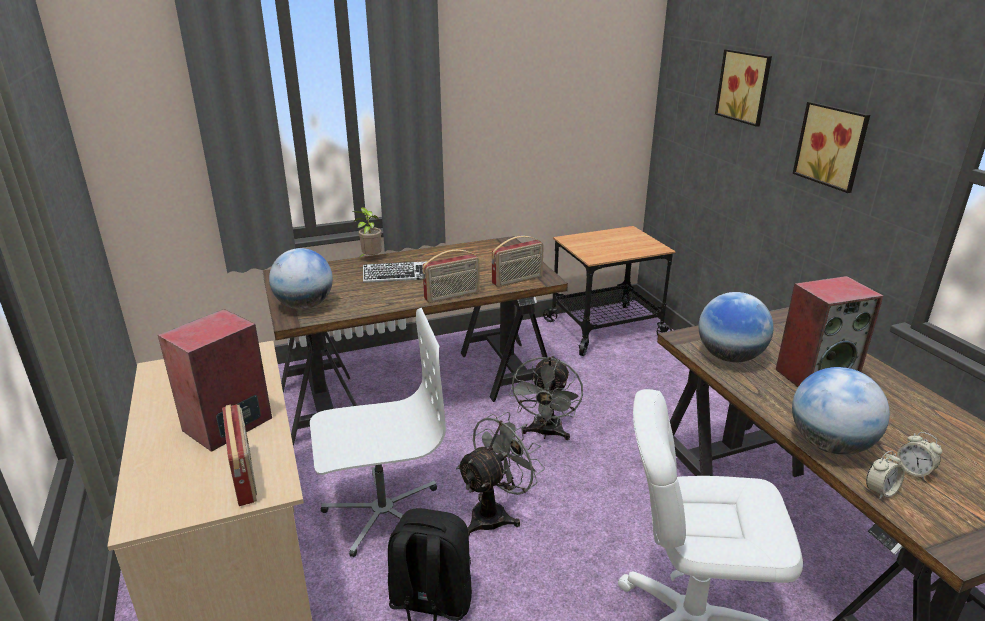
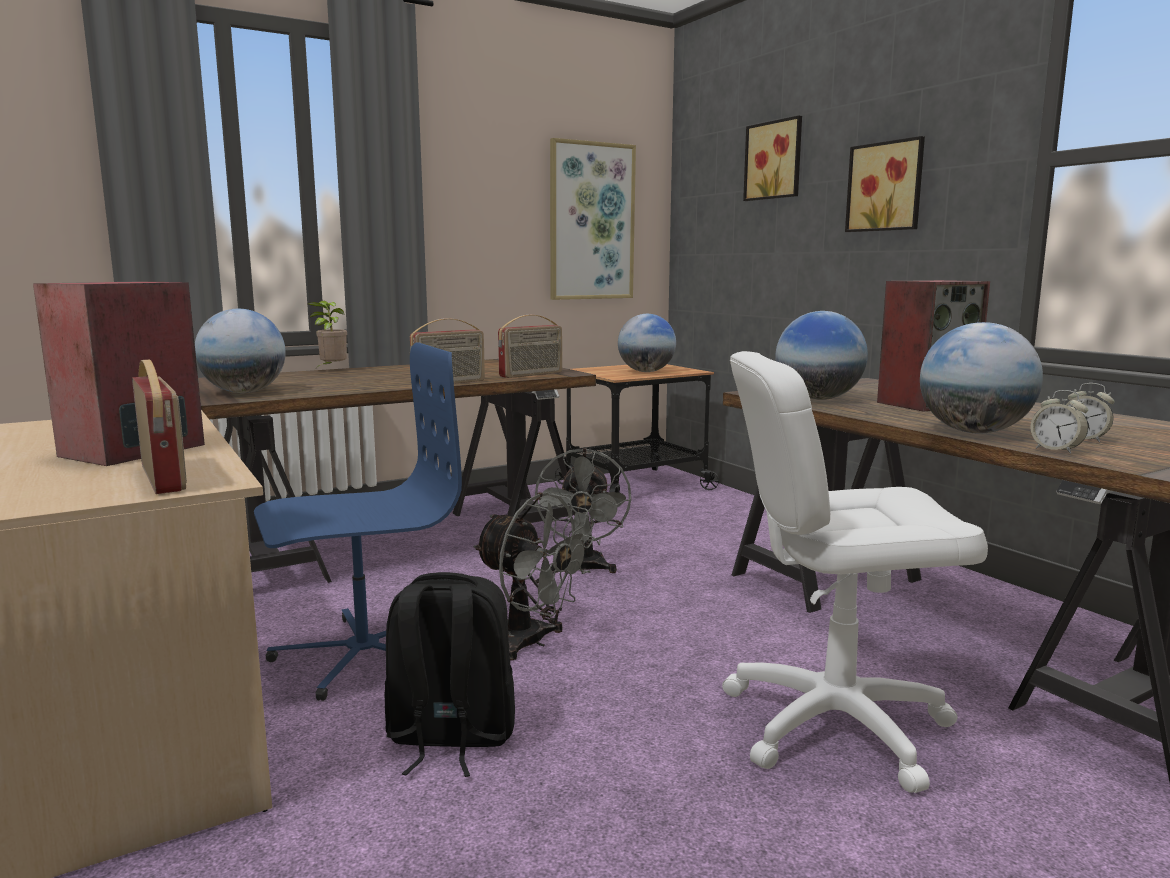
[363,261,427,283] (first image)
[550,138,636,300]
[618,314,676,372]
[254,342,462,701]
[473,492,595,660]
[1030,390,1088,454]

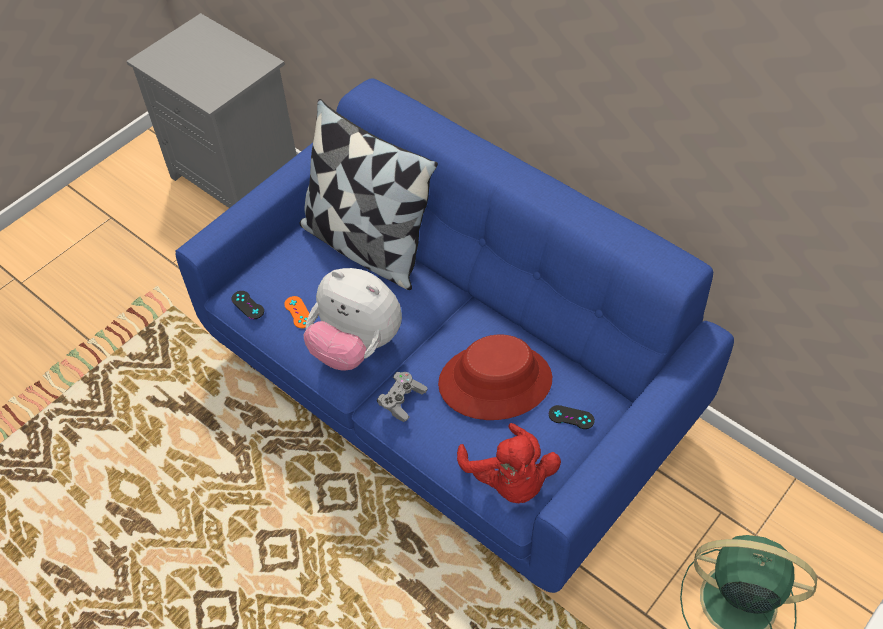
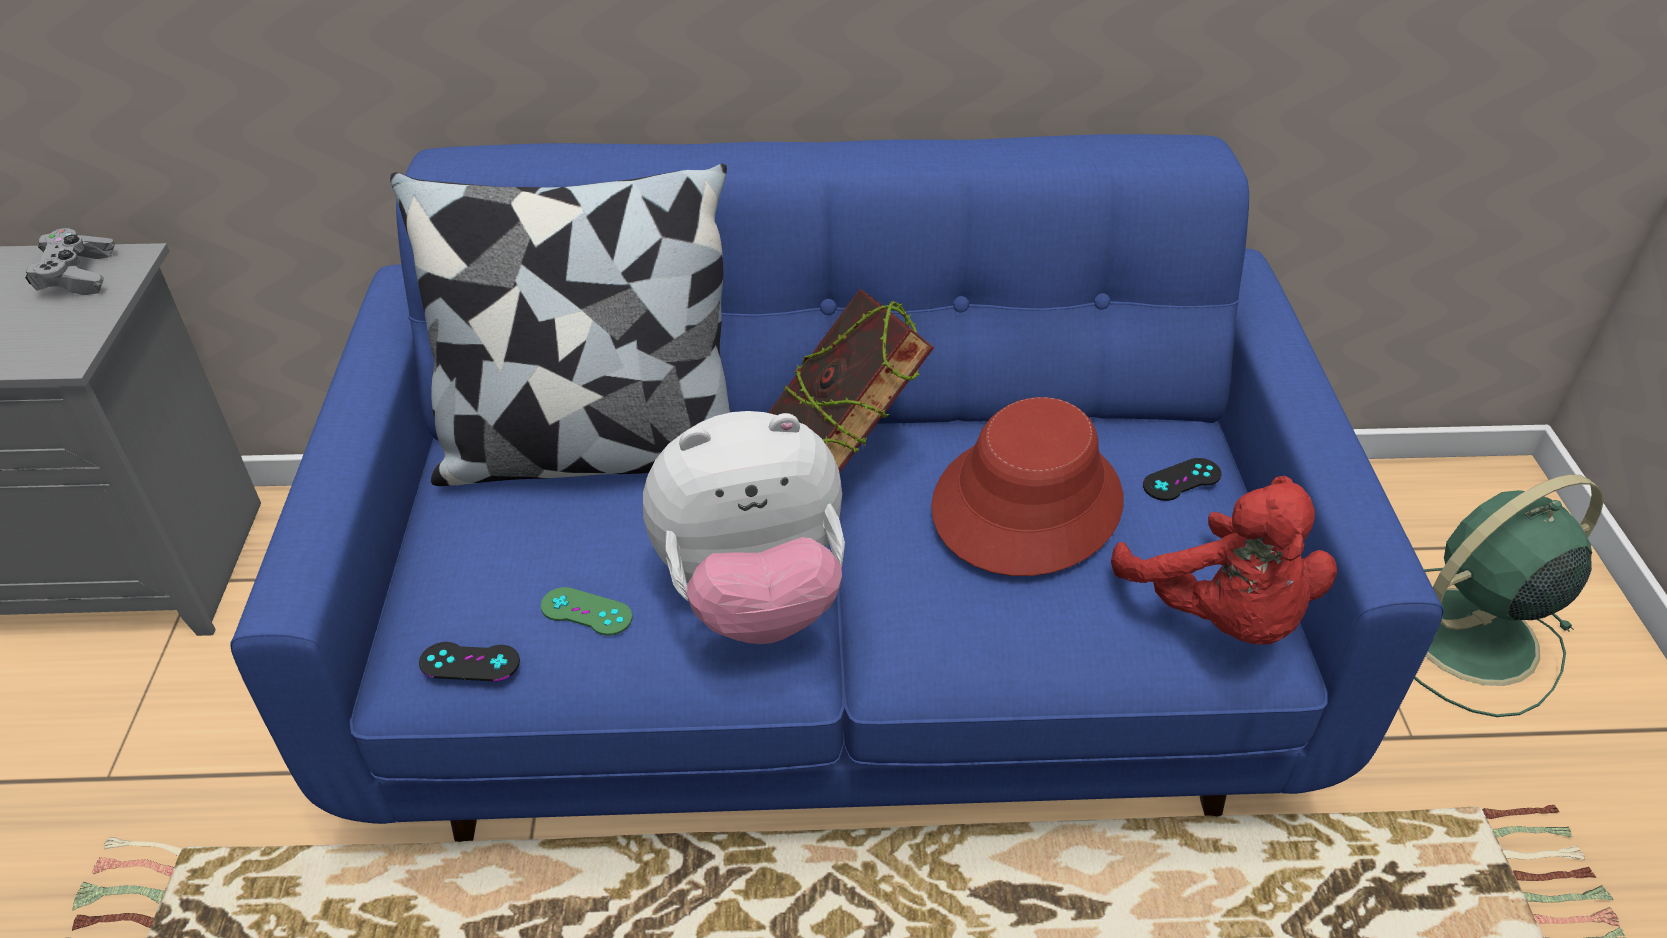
[768,289,934,473]
[25,228,115,295]
[541,587,632,636]
[1111,476,1337,645]

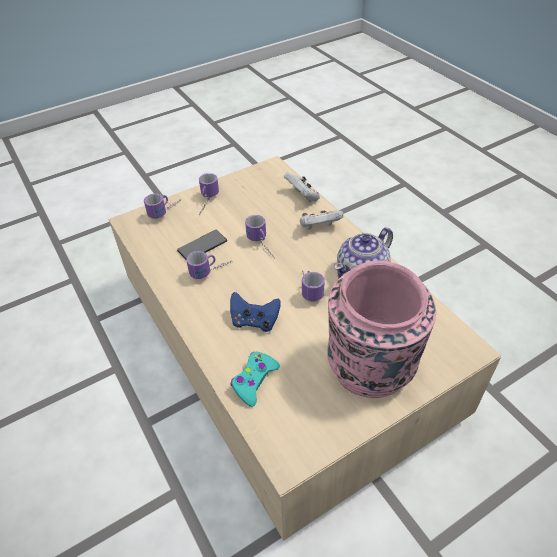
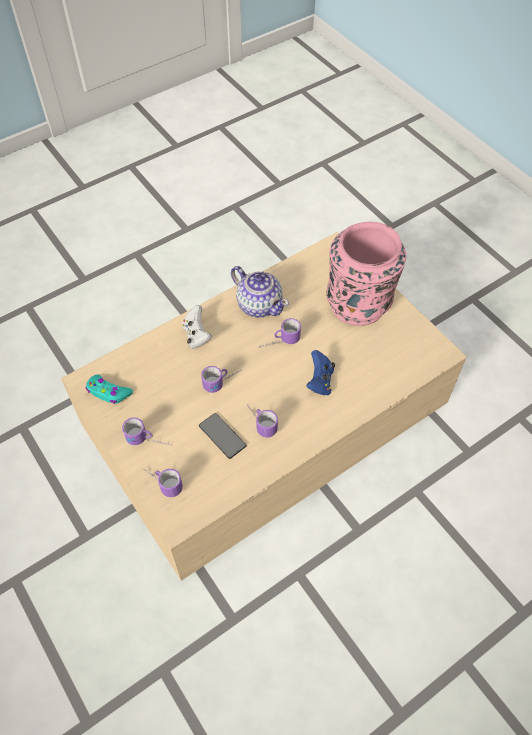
[284,172,320,202] (first image)
[85,375,133,404]

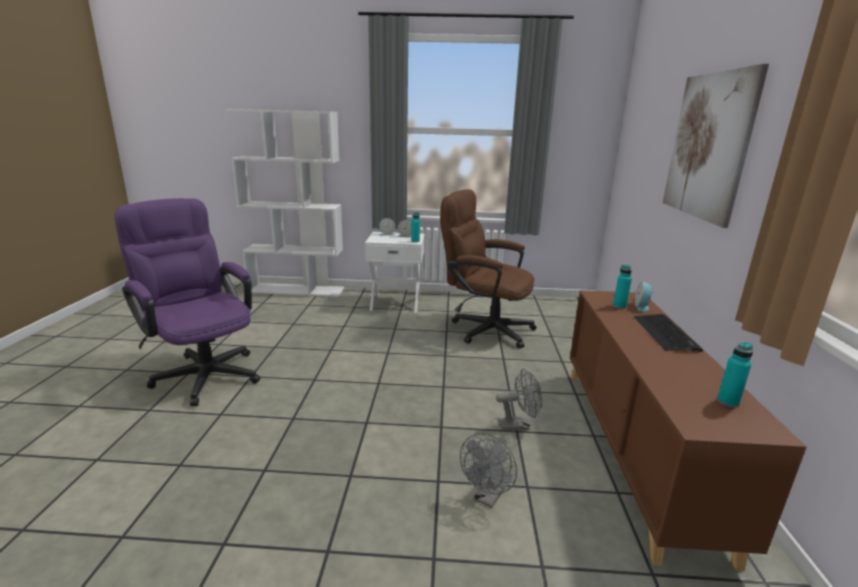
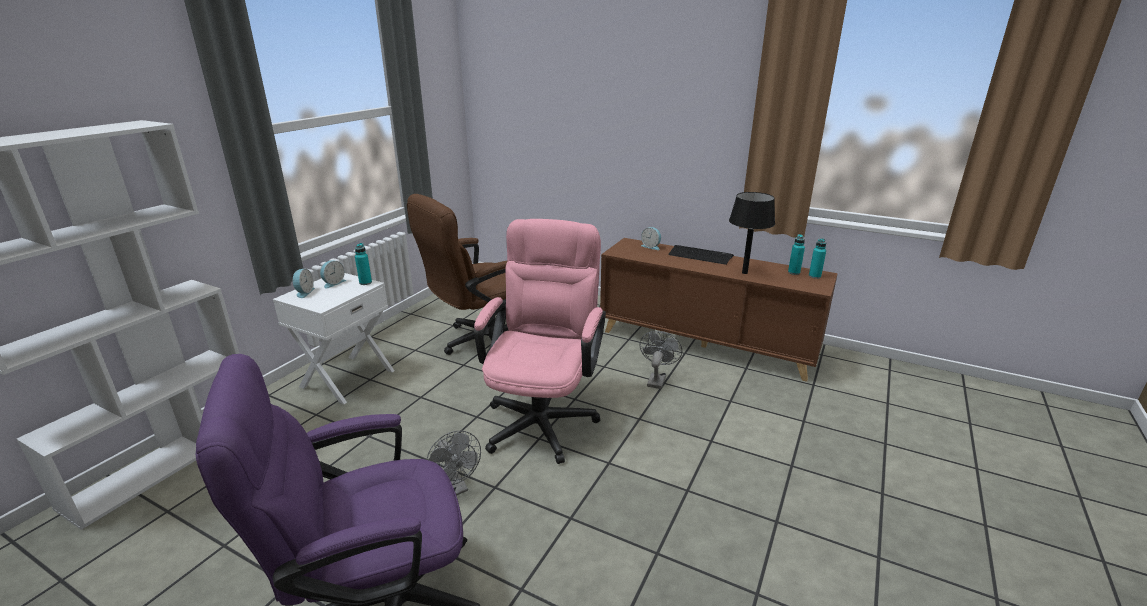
[663,64,769,228] (first image)
[474,219,606,464]
[729,192,775,274]
[426,431,481,496]
[809,238,826,279]

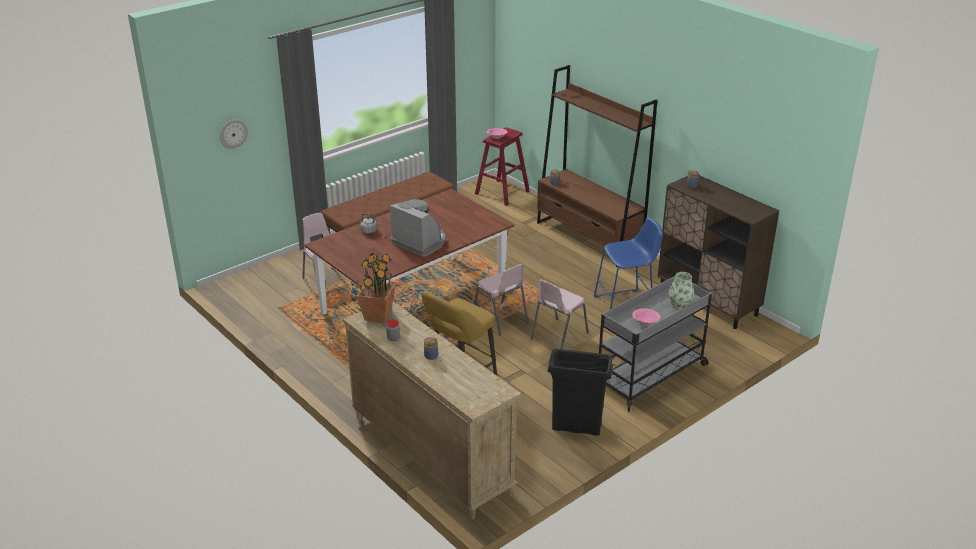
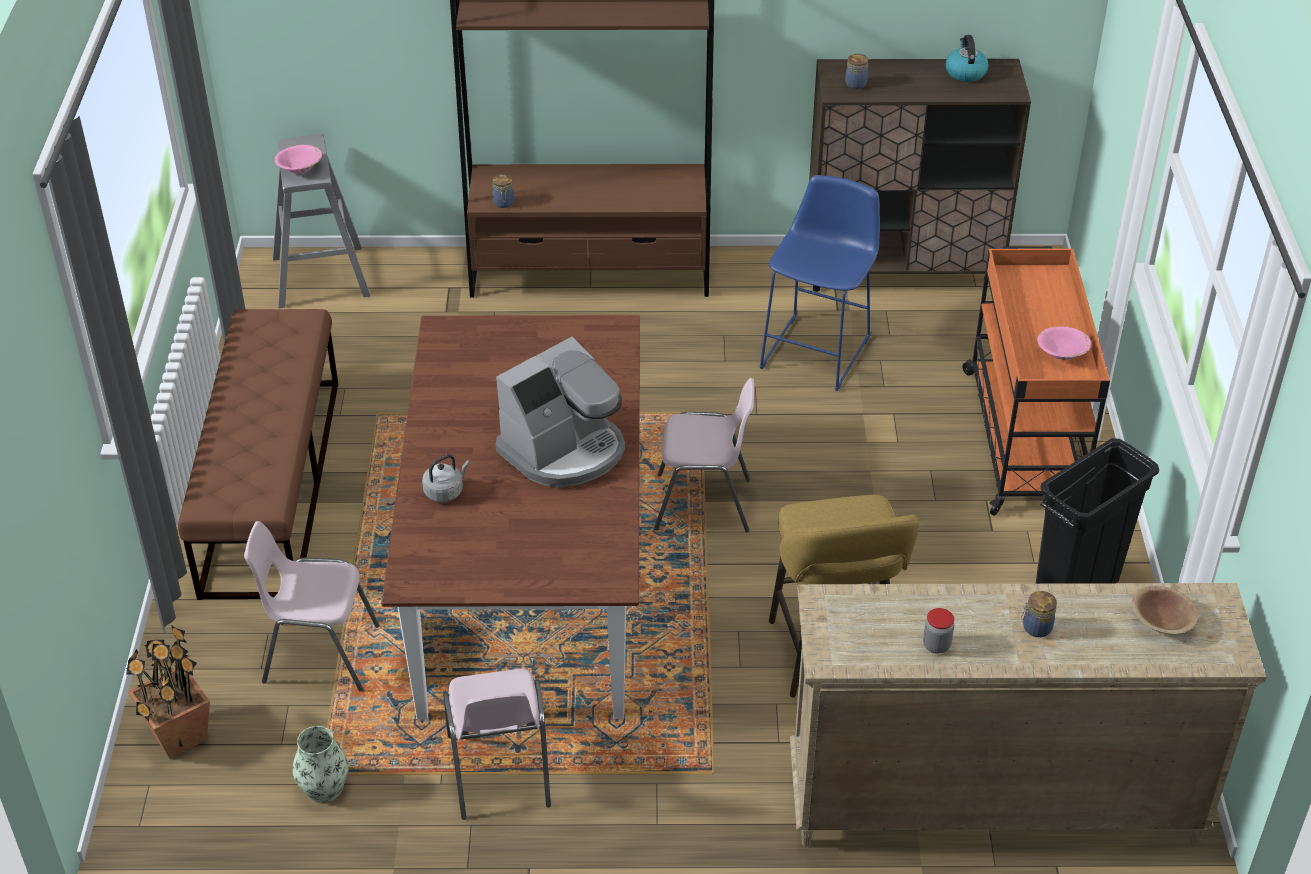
[220,119,248,149] (first image)
[946,35,989,82]
[1132,586,1198,635]
[126,625,210,759]
[443,669,551,820]
[292,726,349,803]
[273,134,370,308]
[962,246,1110,516]
[495,337,625,487]

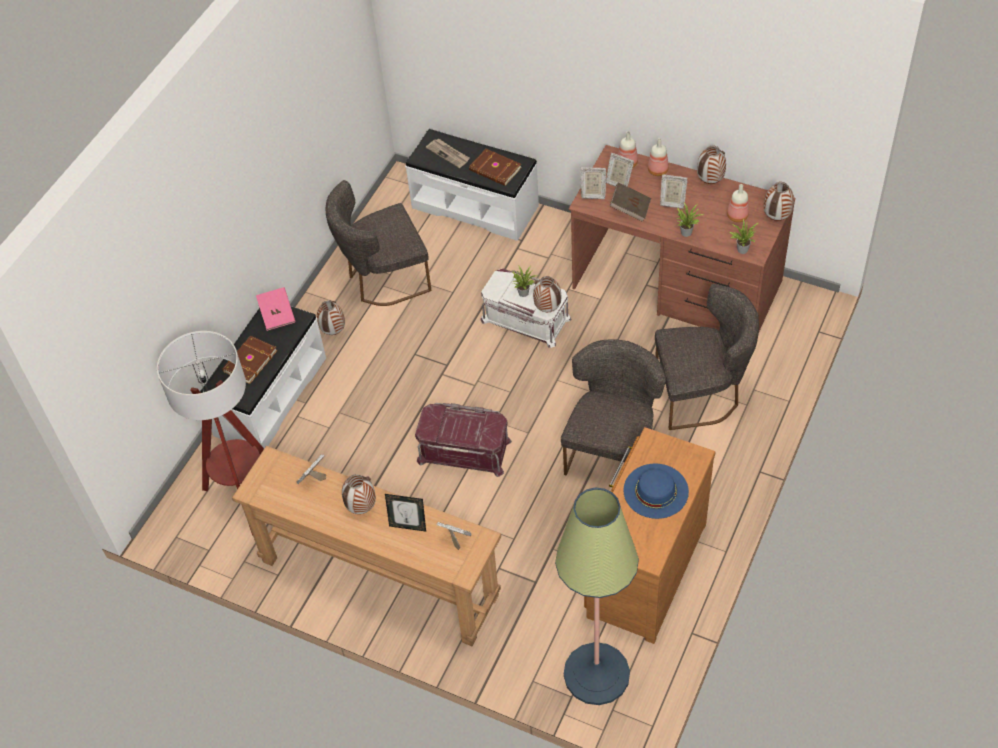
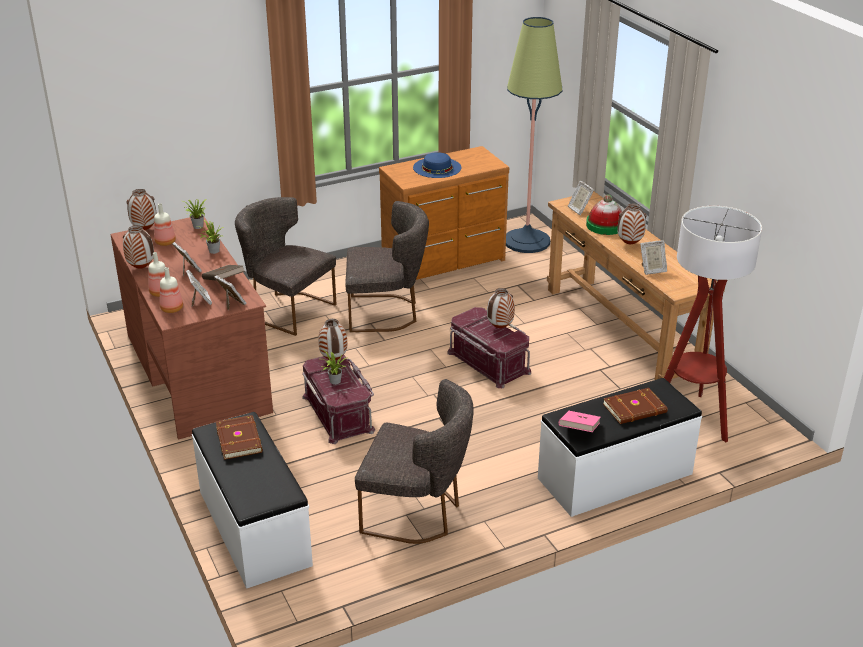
[426,138,470,168] (first image)
[487,288,515,328]
[586,194,622,235]
[302,355,375,444]
[345,201,429,332]

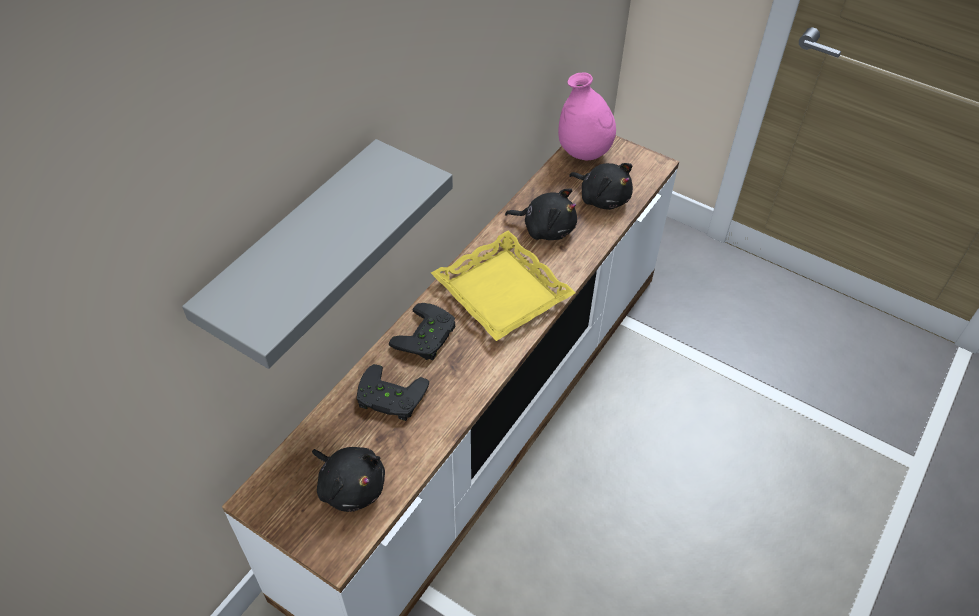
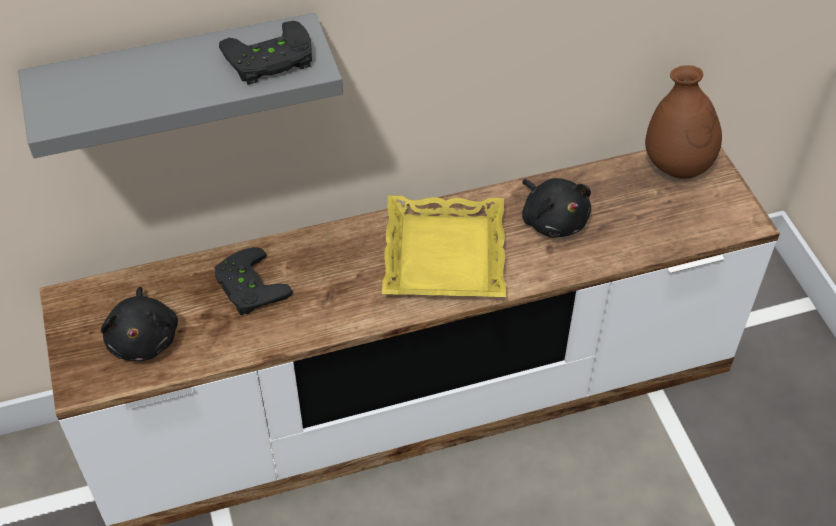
[569,163,633,210] (first image)
[219,21,312,85]
[645,65,722,179]

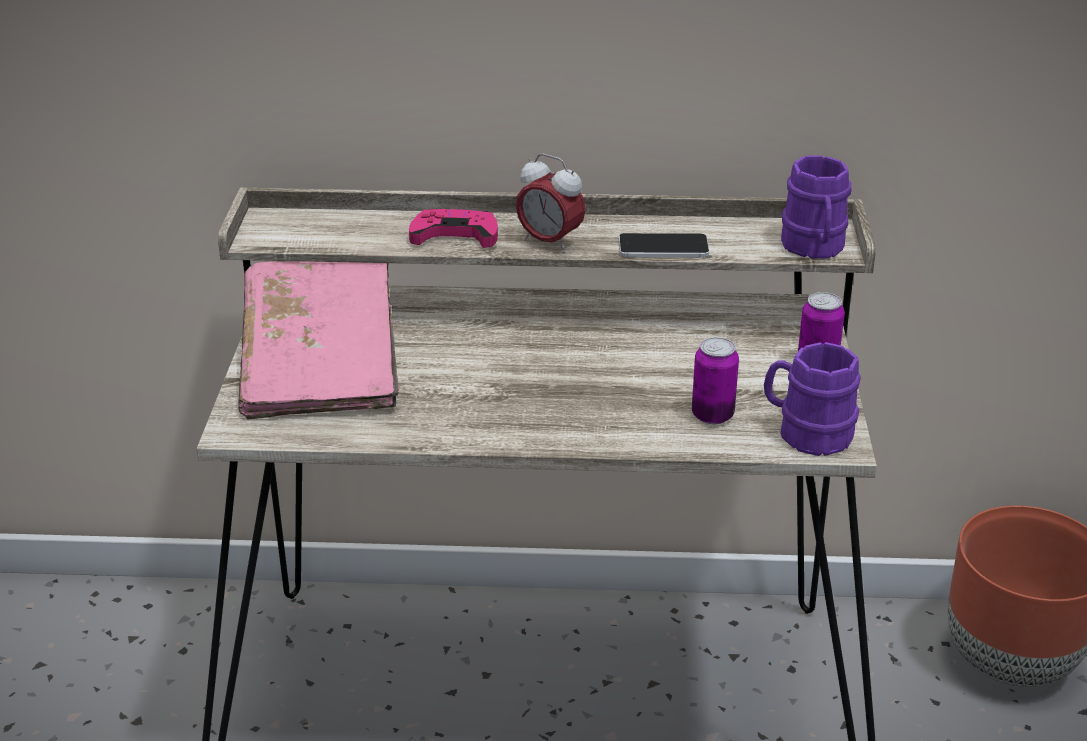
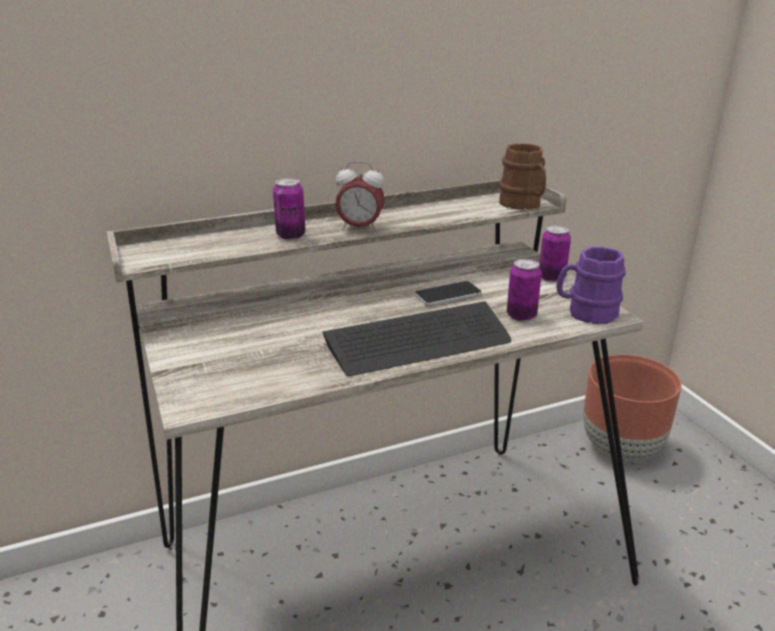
[238,261,399,419] (first image)
[323,301,511,376]
[415,281,482,306]
[273,178,305,240]
[499,143,546,210]

